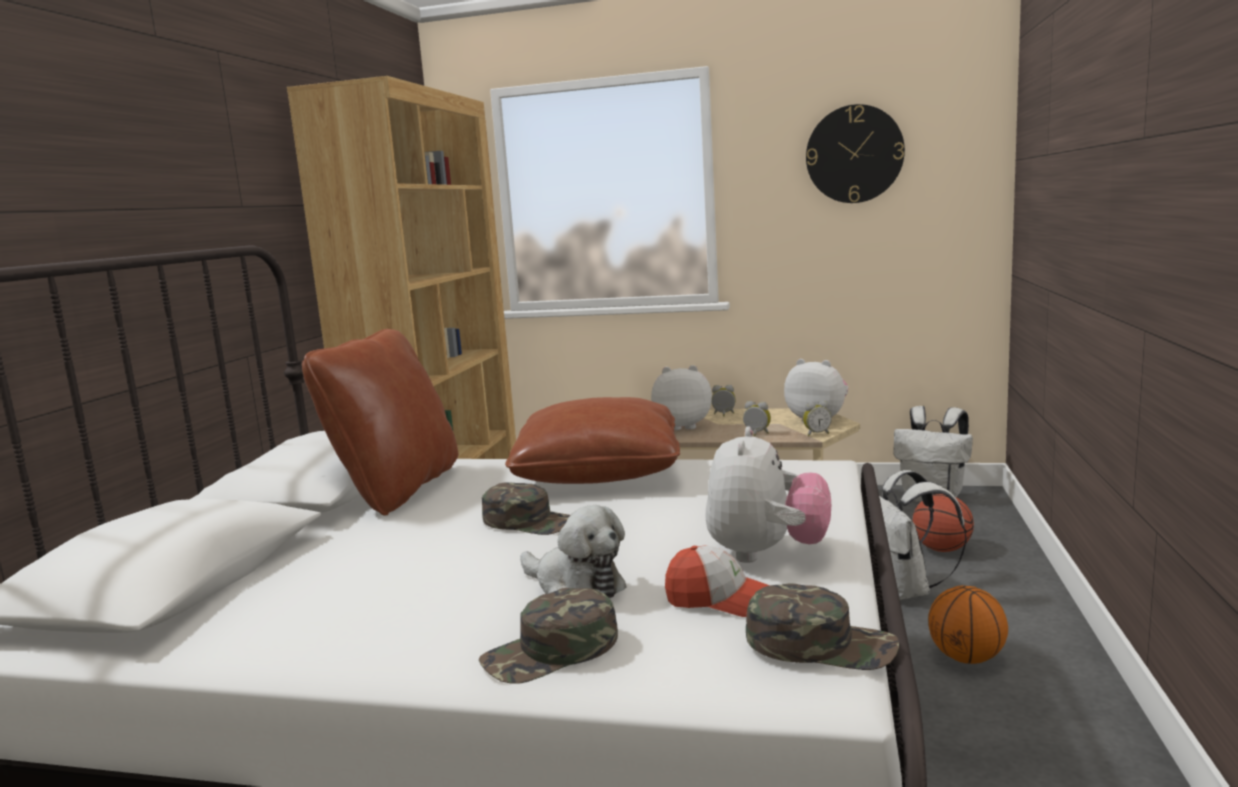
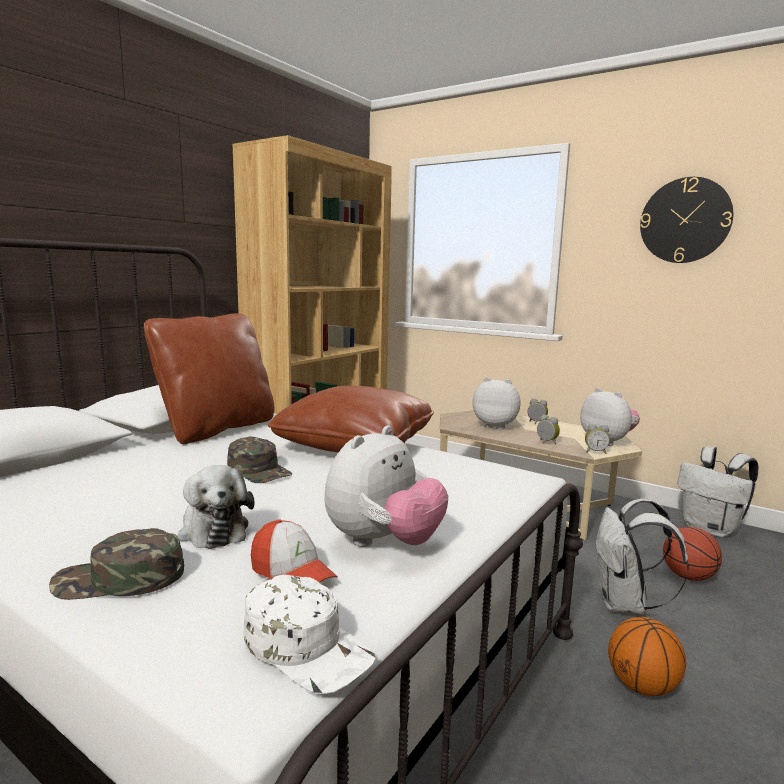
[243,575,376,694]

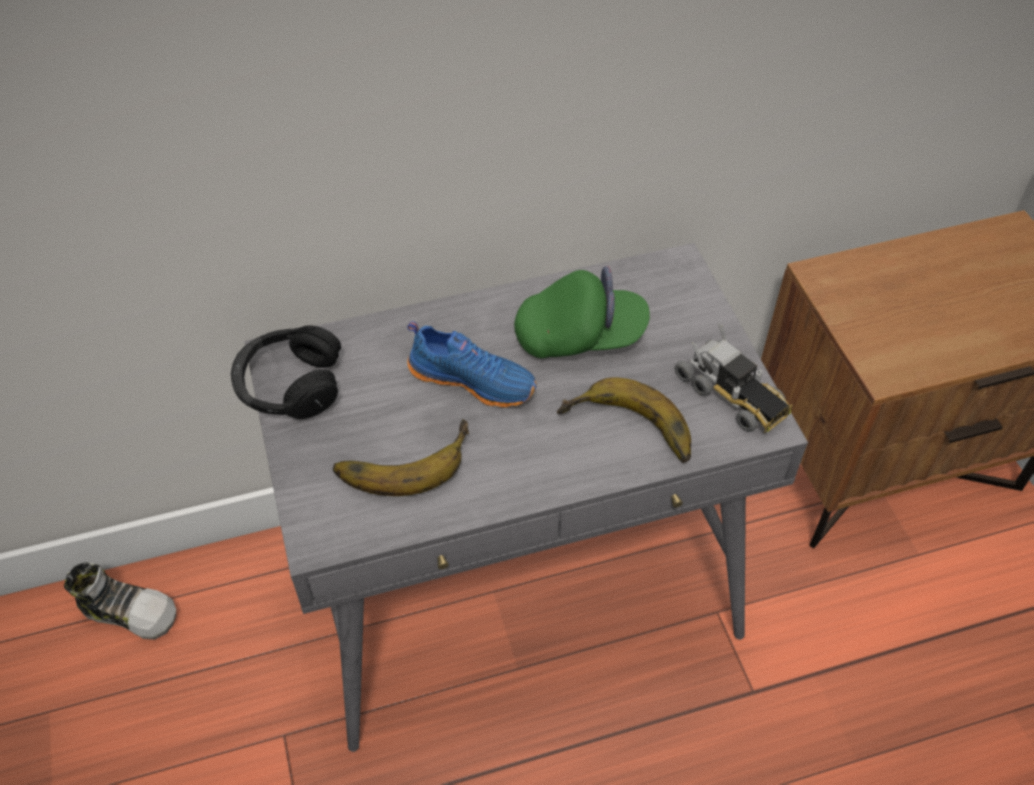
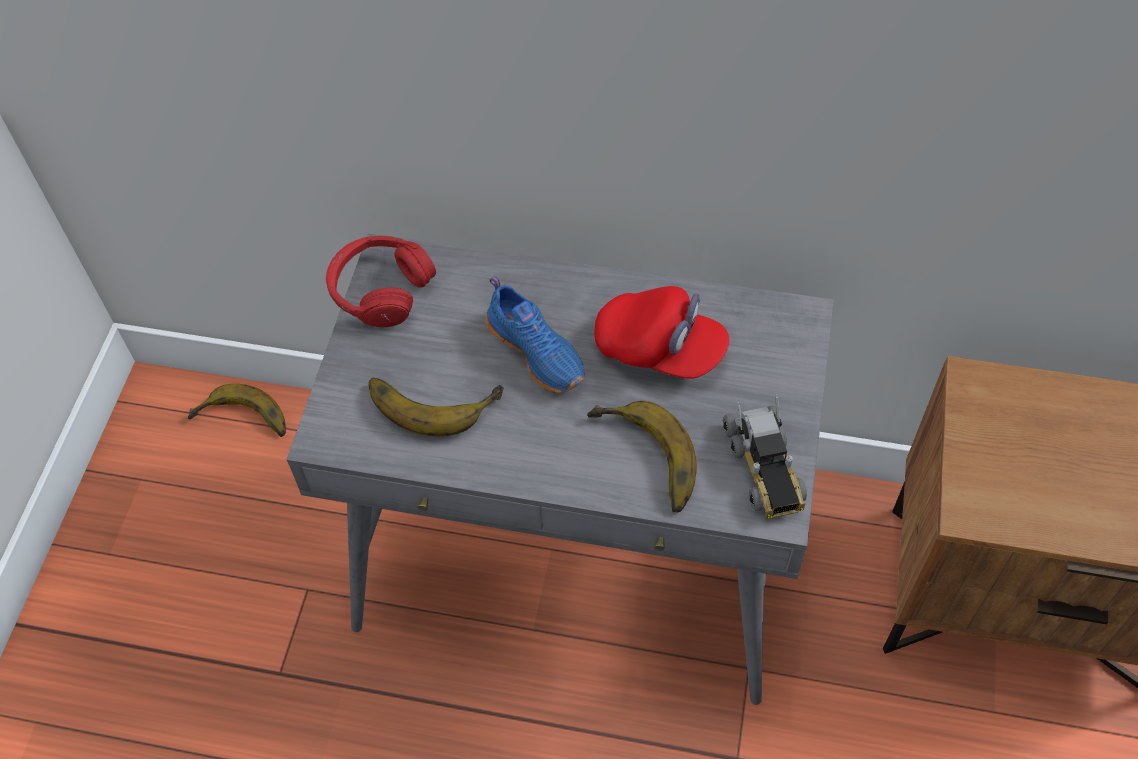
[188,384,286,437]
[326,236,436,327]
[594,286,729,379]

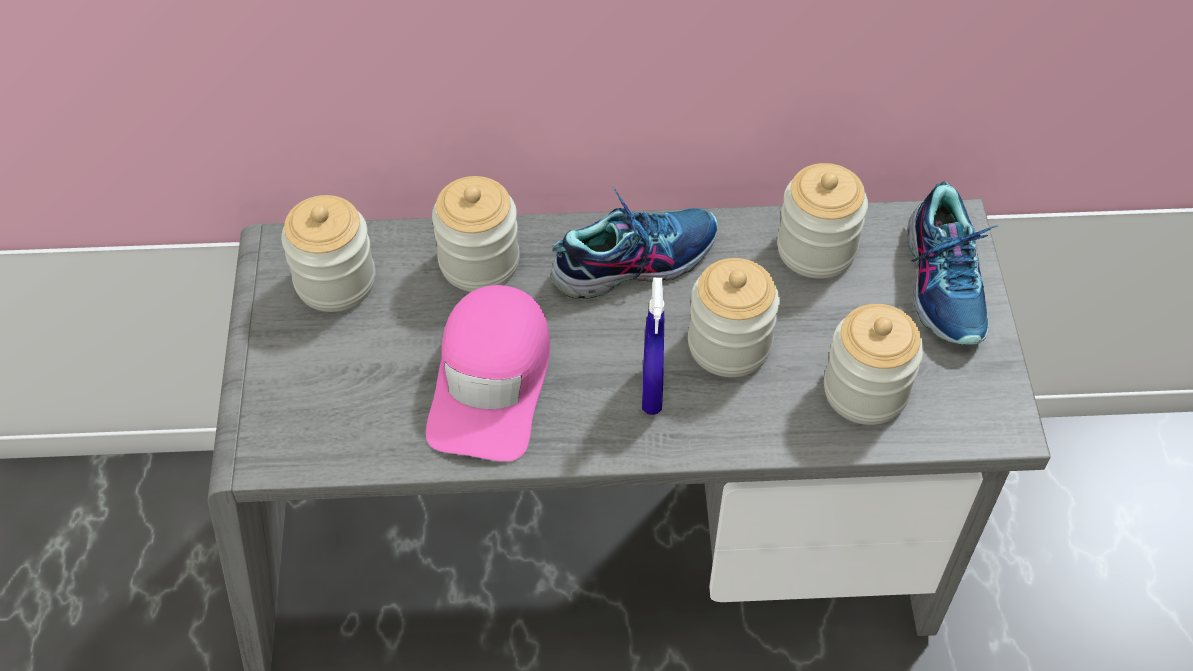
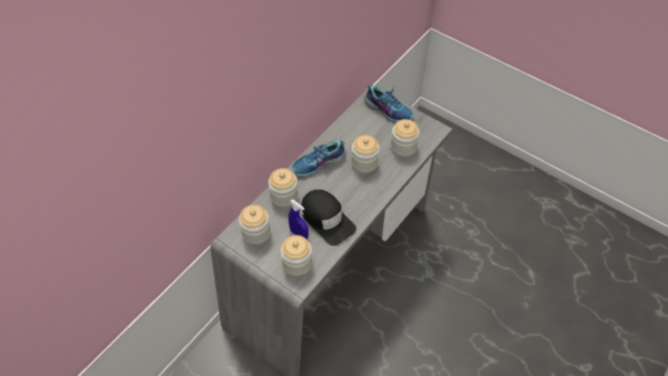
[288,199,309,239]
[281,235,312,276]
[301,189,356,246]
[292,140,346,177]

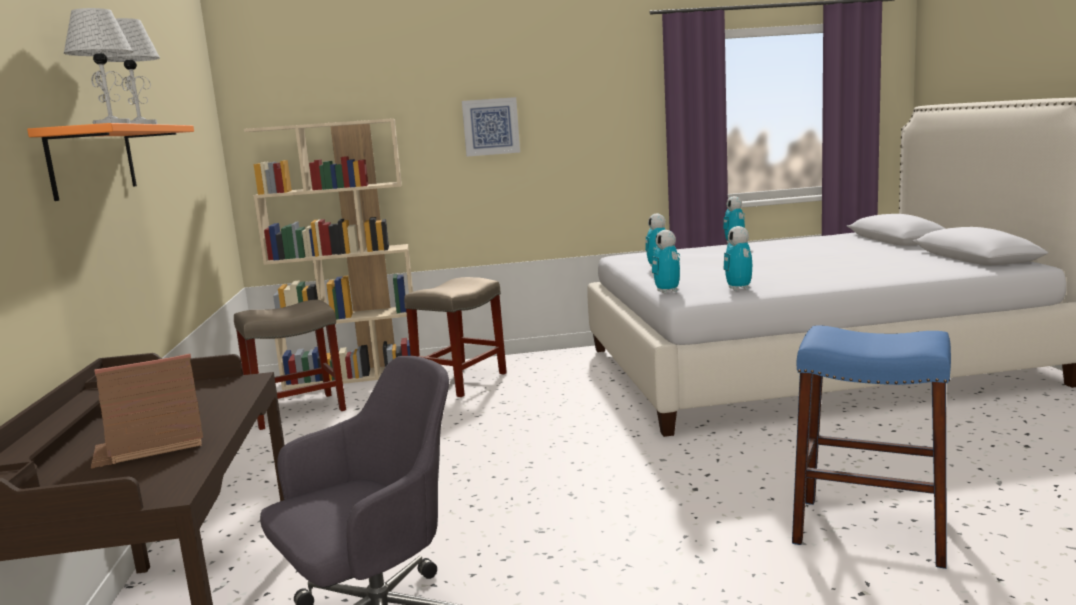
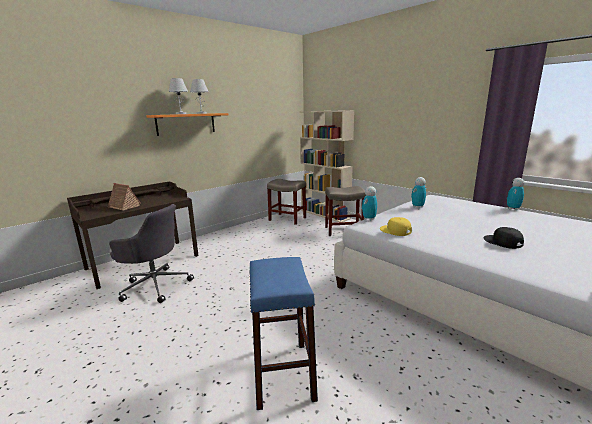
[462,97,520,157] (first image)
[483,227,524,249]
[380,217,412,236]

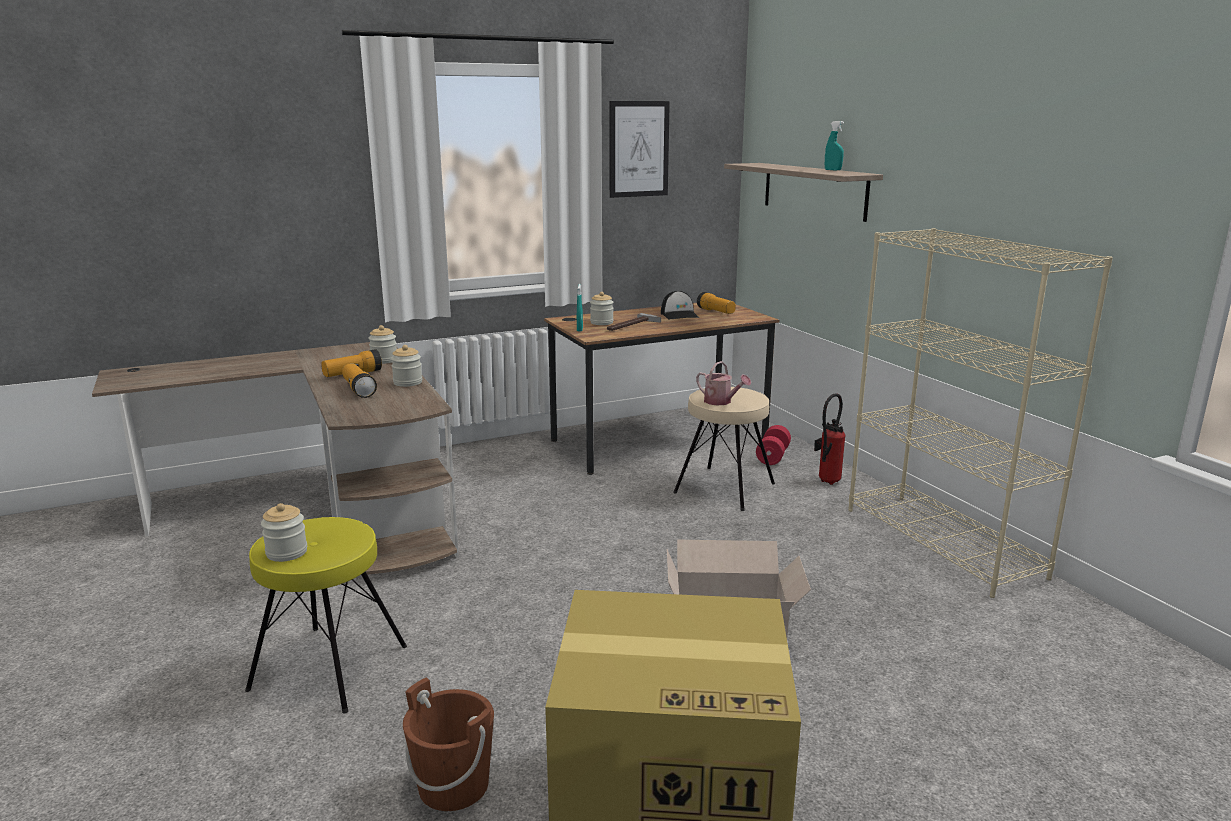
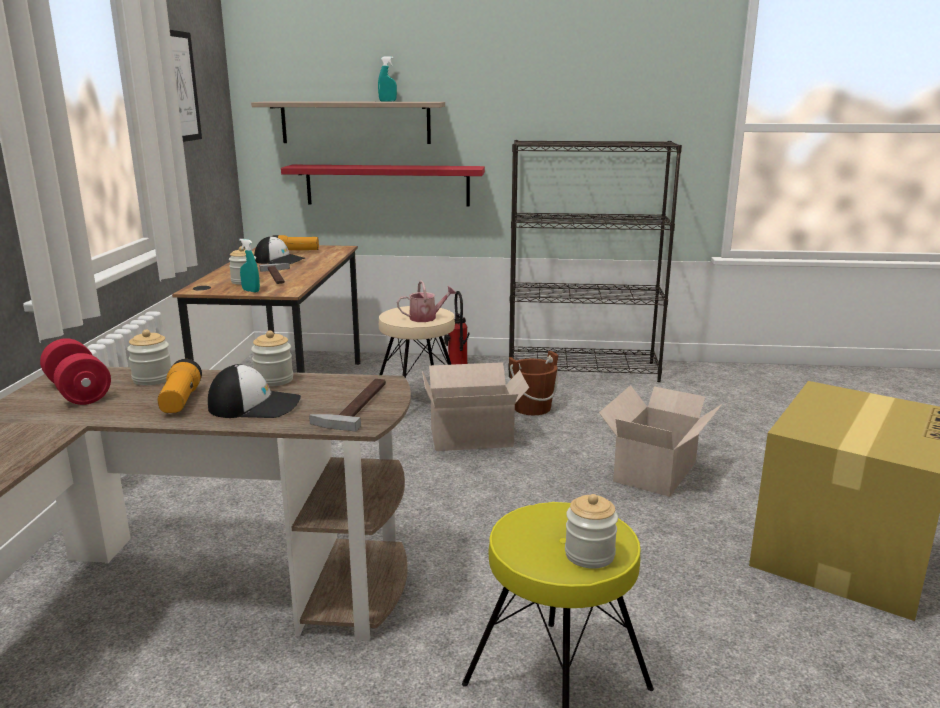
[281,165,485,206]
[309,379,386,432]
[422,362,529,451]
[509,351,558,415]
[40,338,111,405]
[208,364,301,418]
[508,140,682,382]

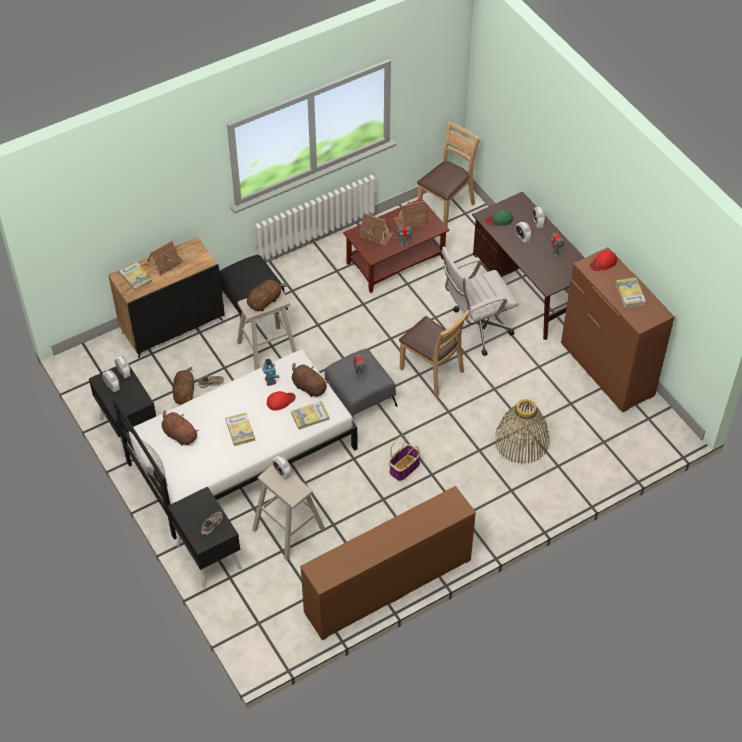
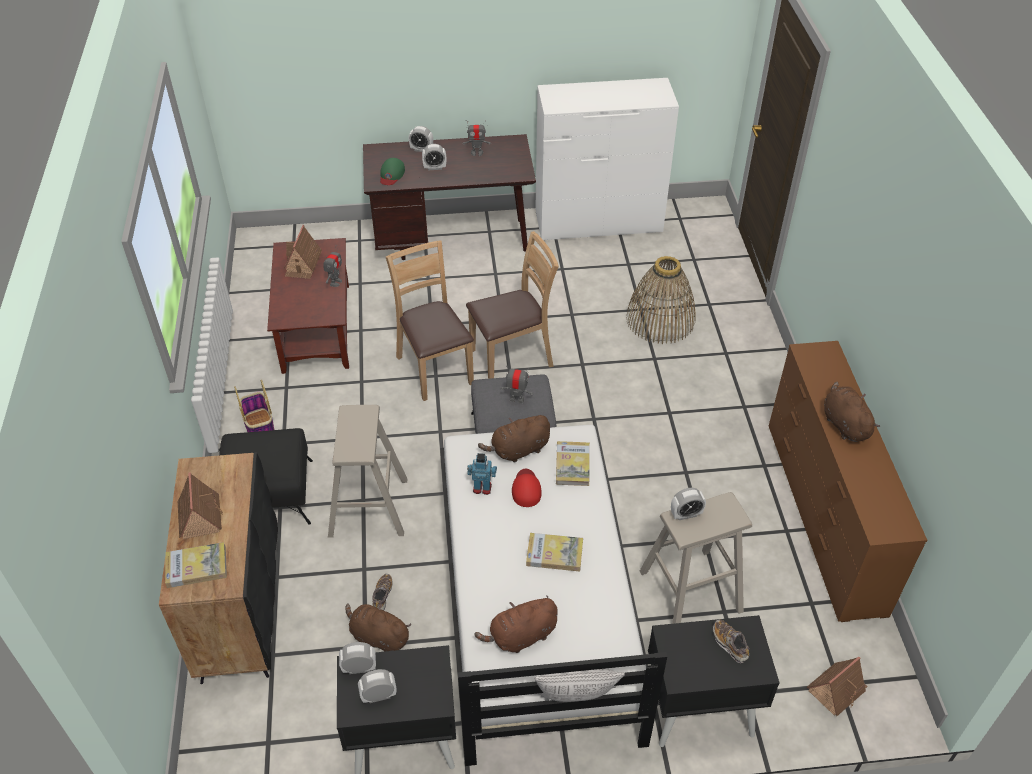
[442,247,519,356] (first image)
[590,251,617,271] (first image)
[615,277,646,308] (first image)
[824,382,880,442]
[806,656,868,716]
[234,380,275,432]
[386,240,474,401]
[535,78,679,240]

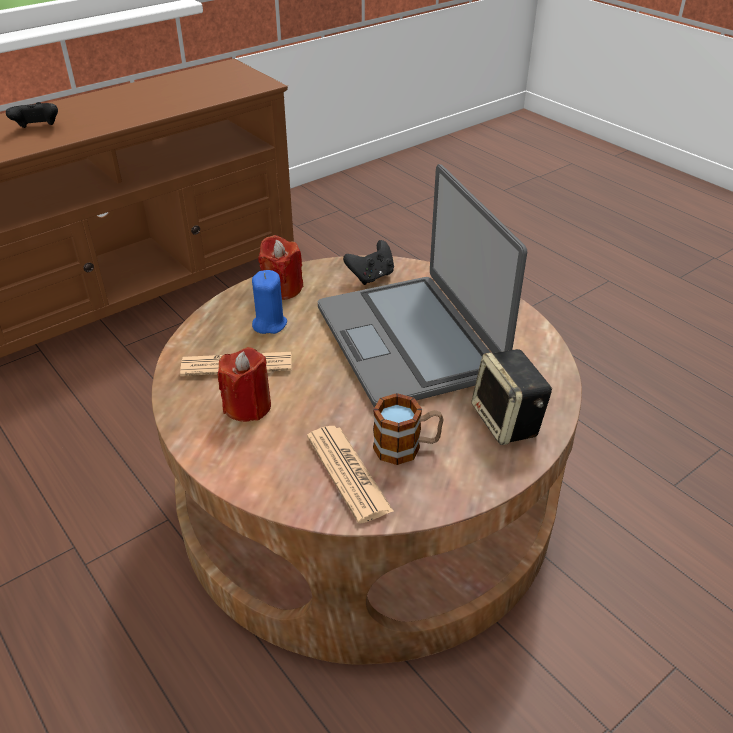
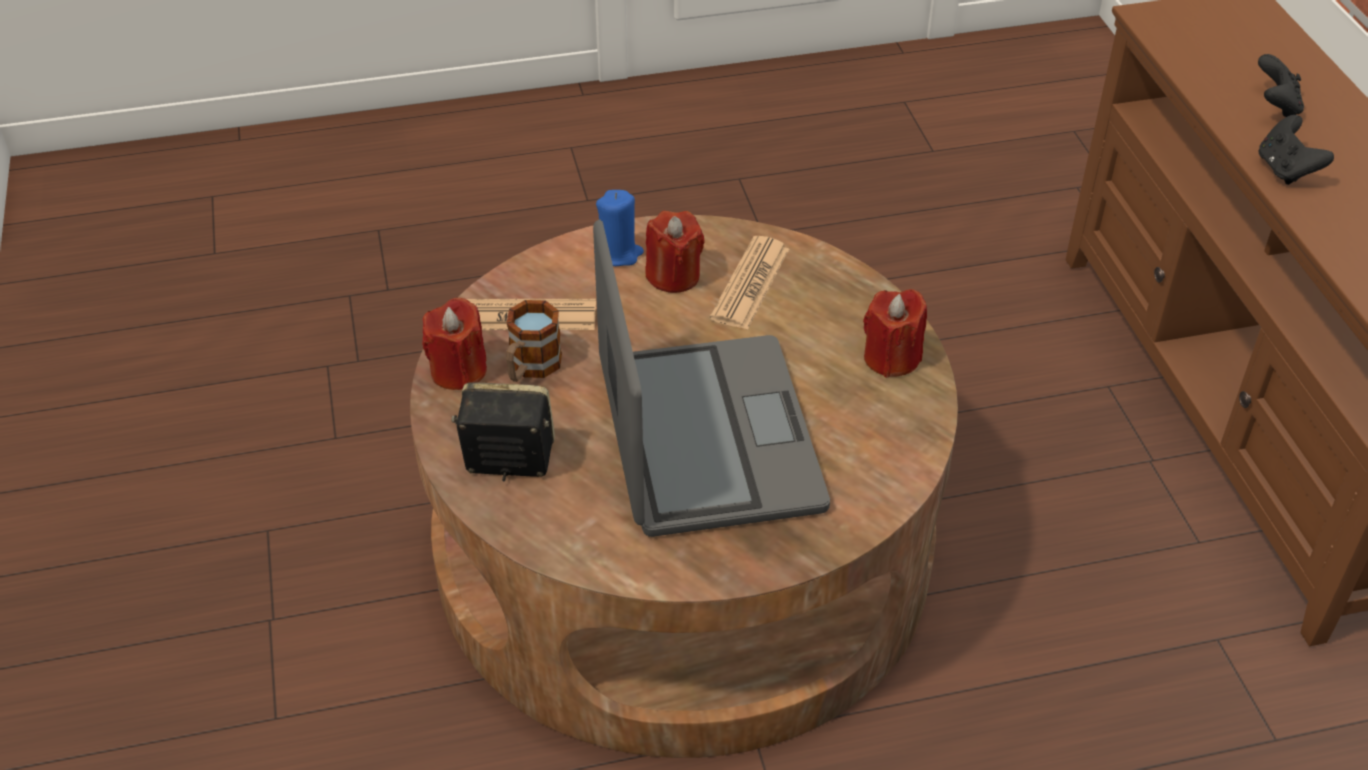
[422,298,487,390]
[596,190,644,266]
[1258,115,1334,185]
[593,219,830,537]

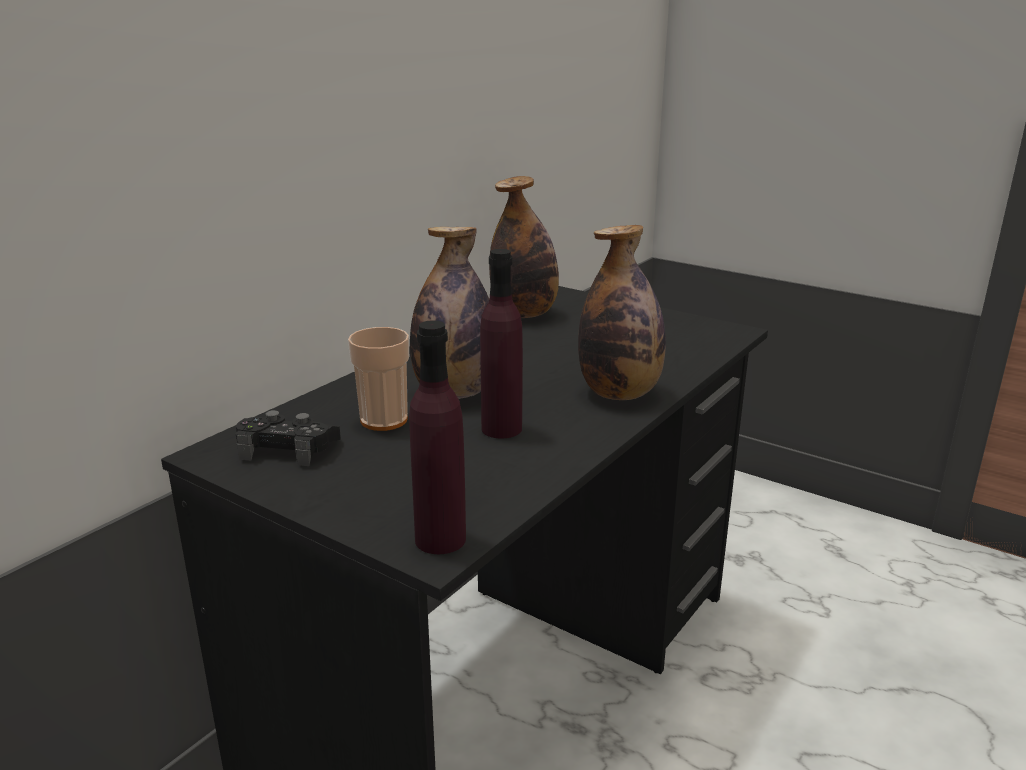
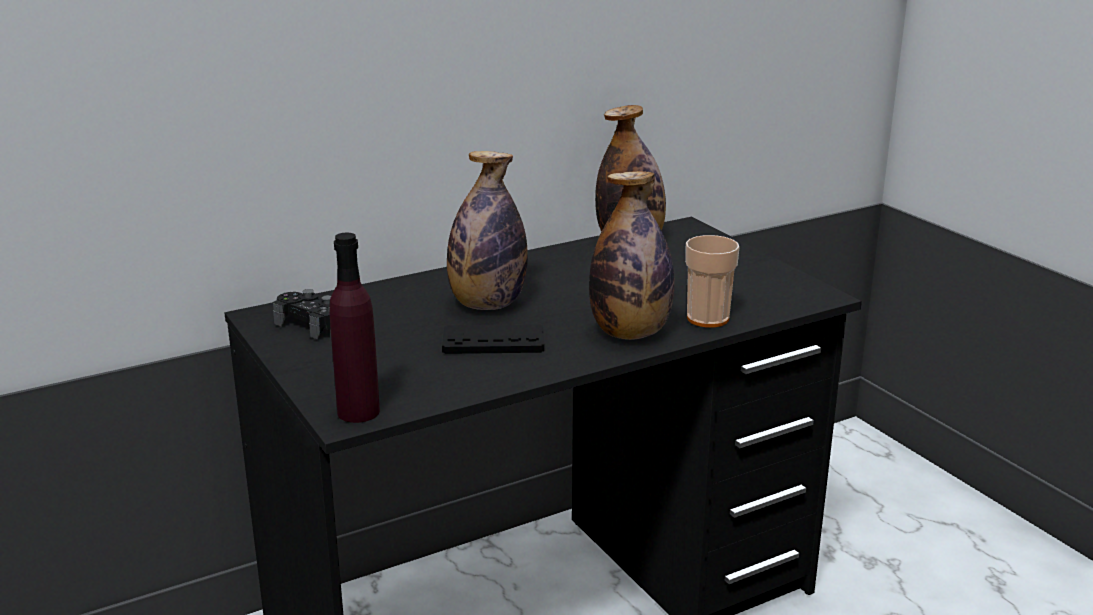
[685,235,740,328]
[442,324,544,354]

